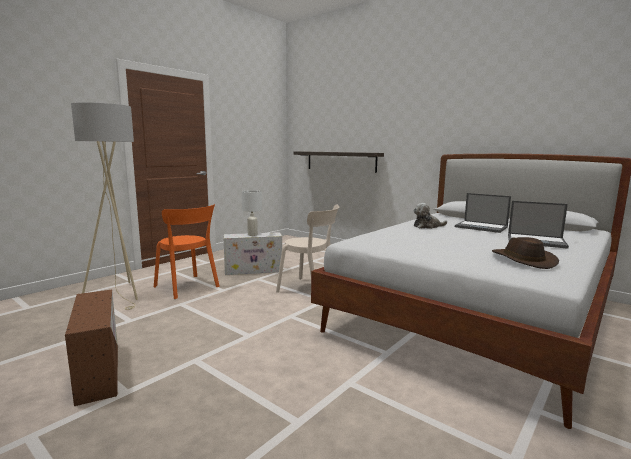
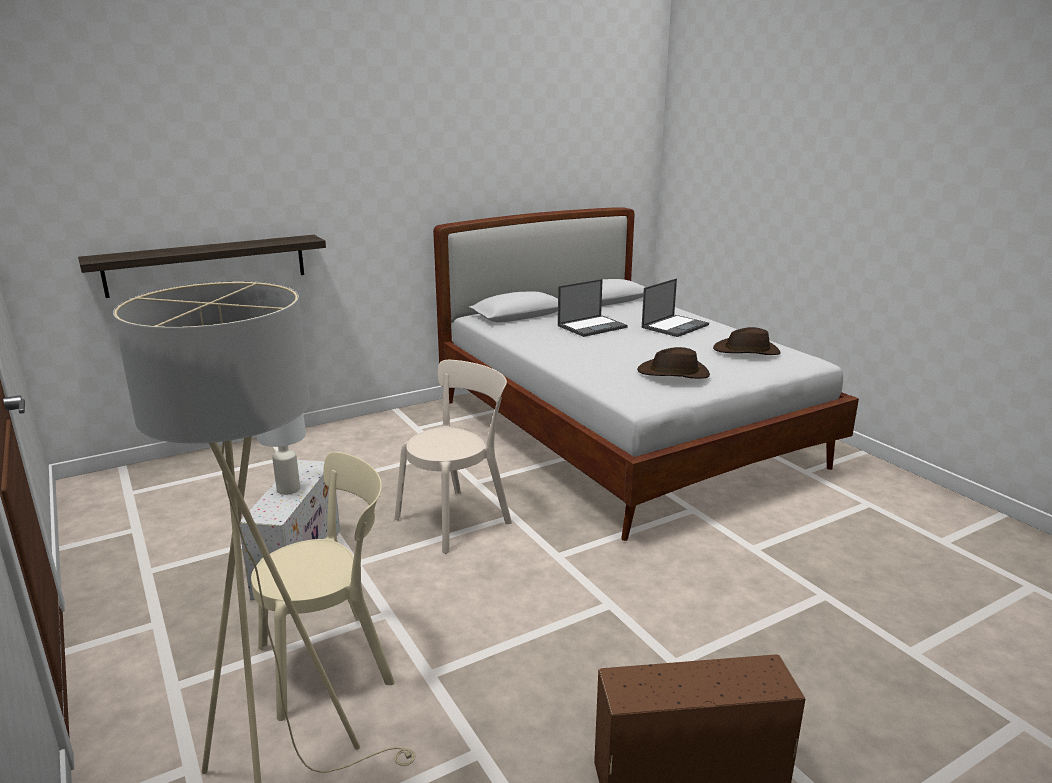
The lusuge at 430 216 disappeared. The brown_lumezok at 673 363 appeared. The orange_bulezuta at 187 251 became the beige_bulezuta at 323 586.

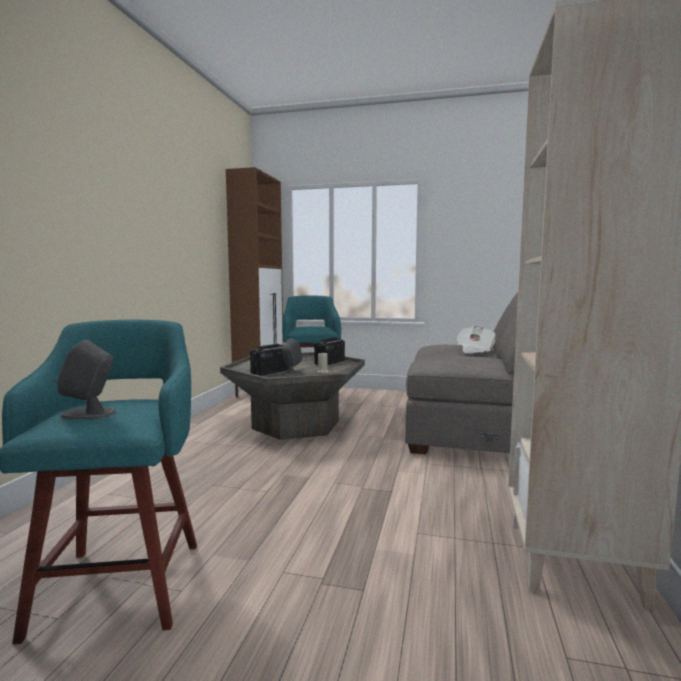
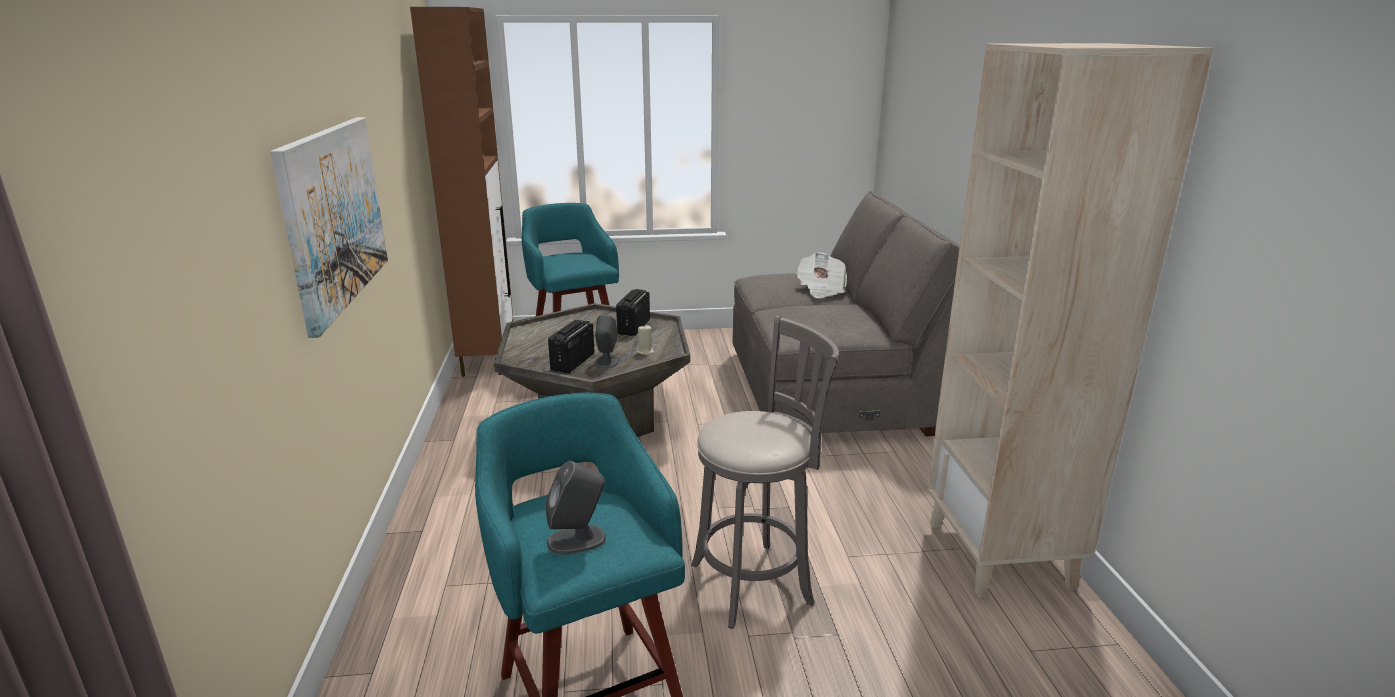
The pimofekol at 329 227 appeared. The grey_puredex at 765 472 appeared.

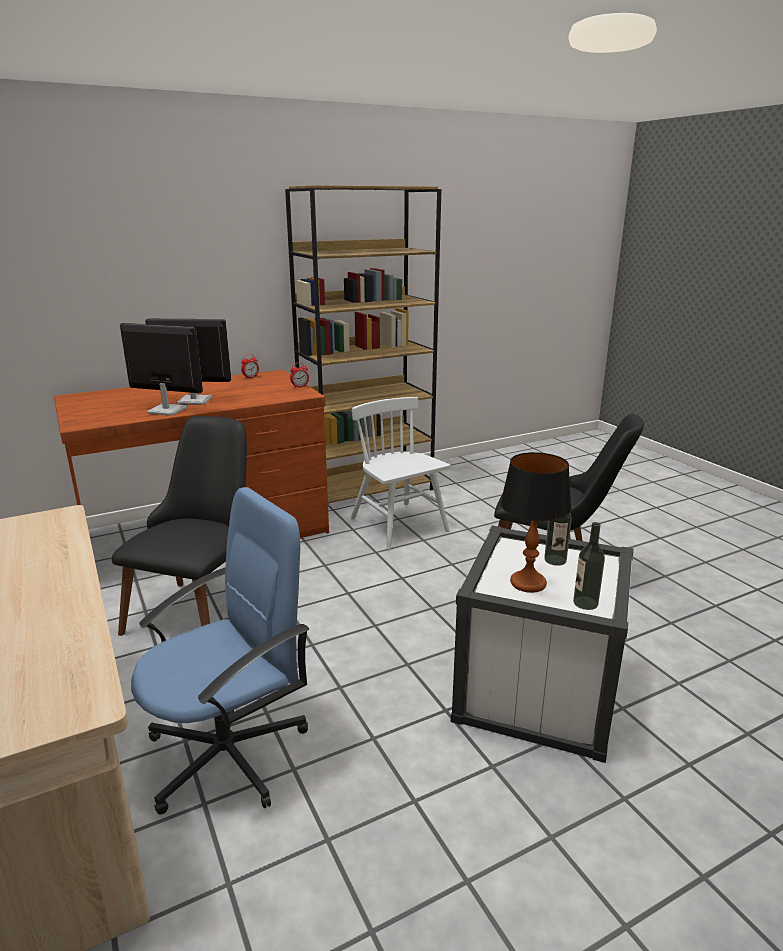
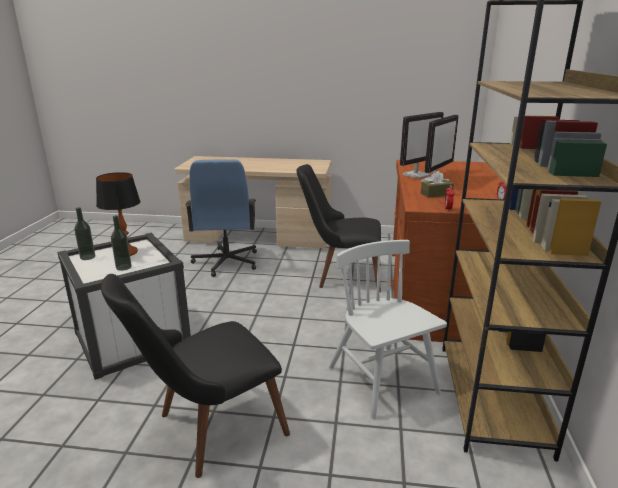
The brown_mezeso at 437 184 appeared. The black_bulezuta at 179 526 turned 135 degrees clockwise. The white_bulezuta at 400 473 turned 120 degrees counterclockwise.

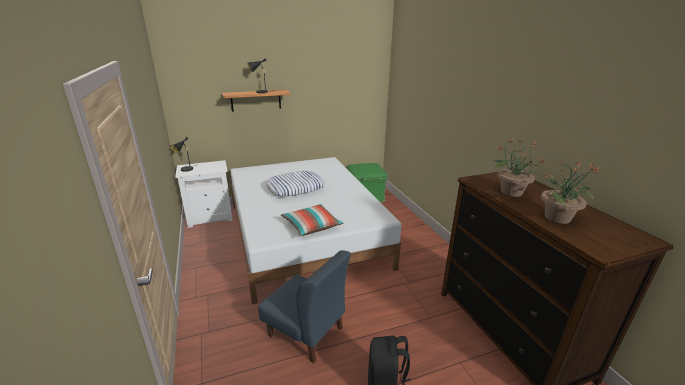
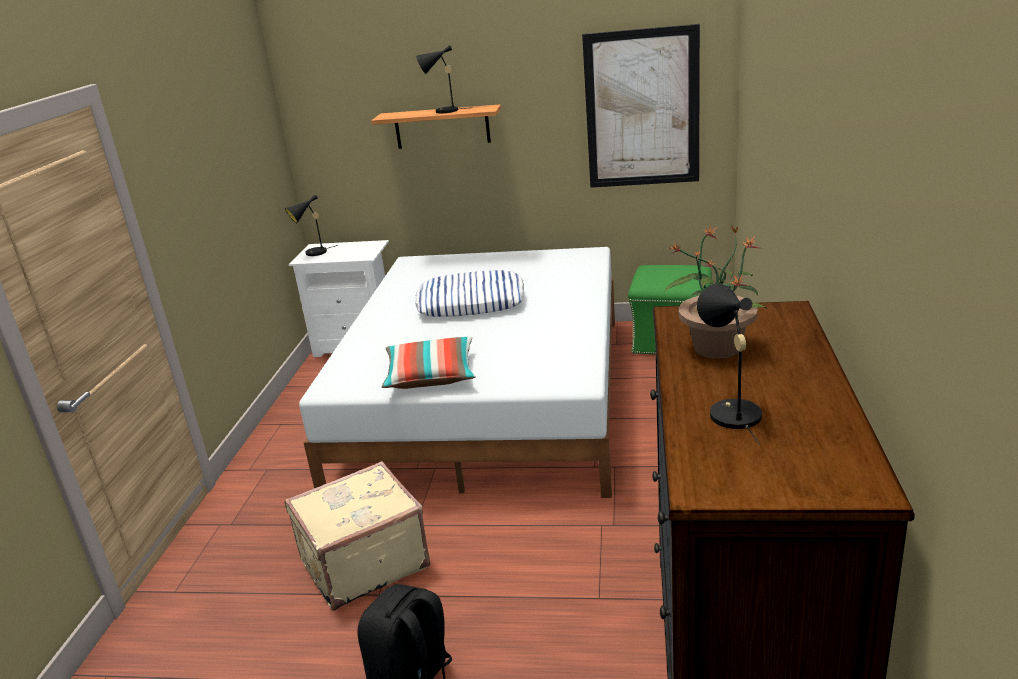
The pimofekol at 641 106 appeared. The blue_bulezuta at 304 306 was replaced by the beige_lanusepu at 357 536. The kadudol at 569 192 was replaced by the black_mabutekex at 729 364.

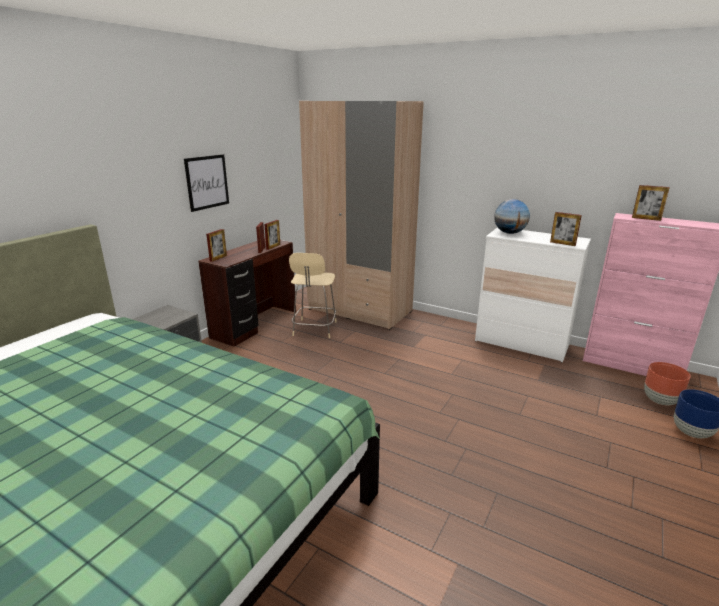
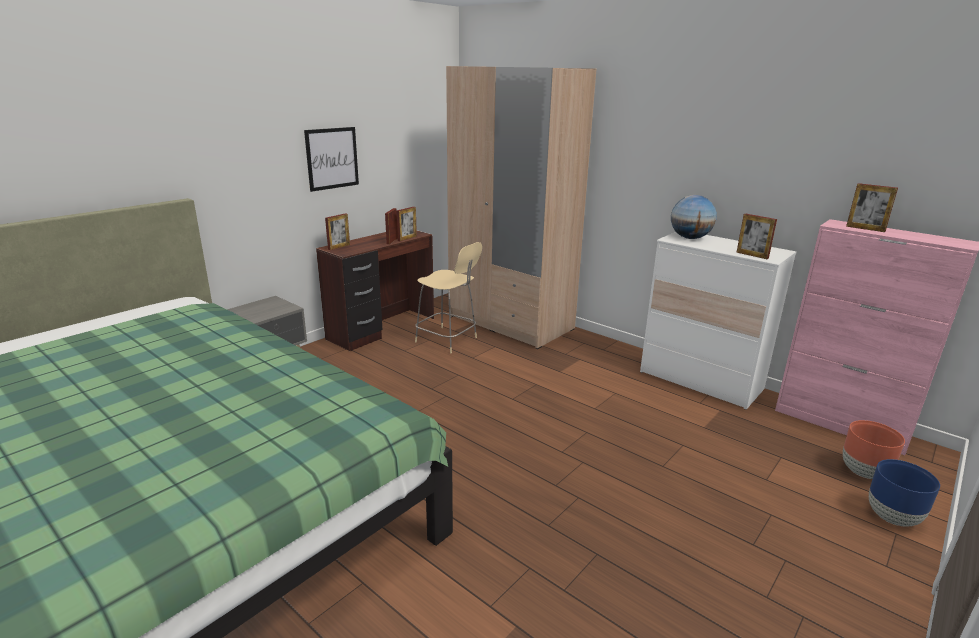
The beige_bulezuta at 313 295 turned 75 degrees counterclockwise.

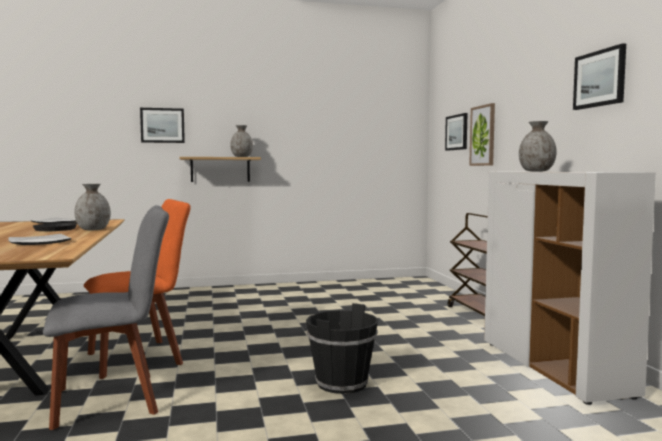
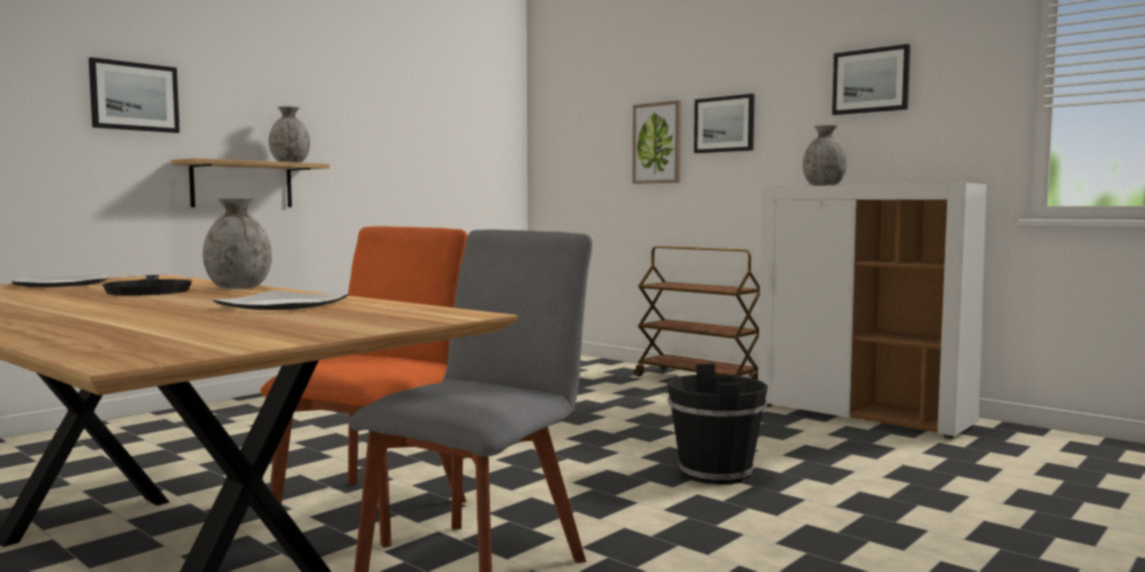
The pimofekol moved from 456 132 to 724 123.

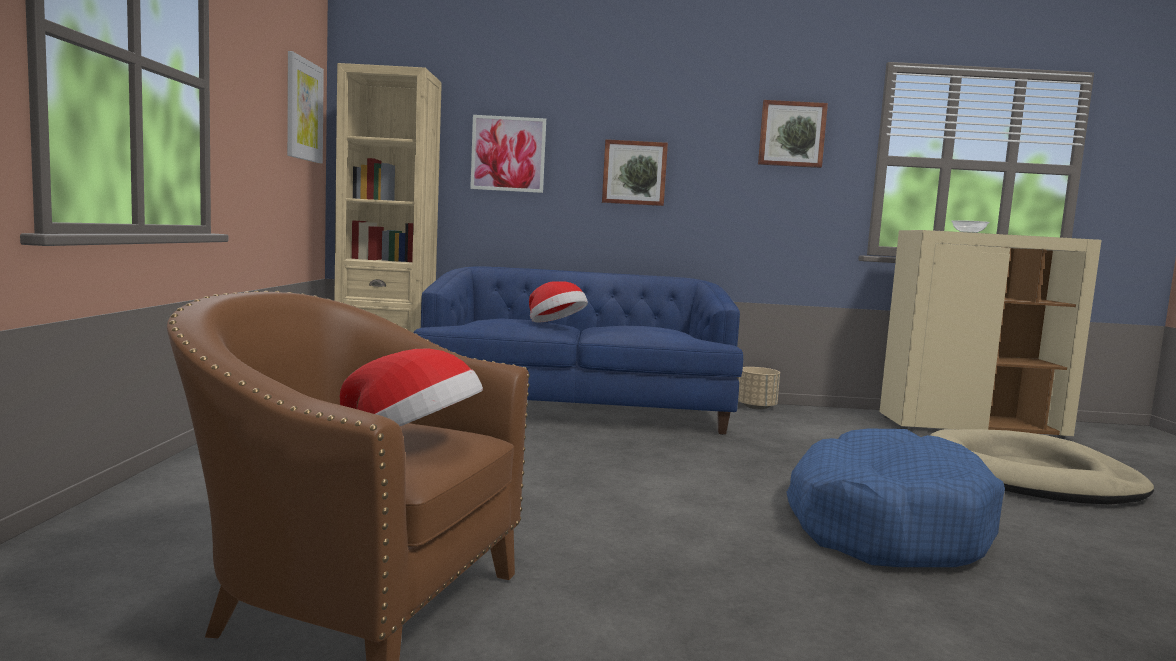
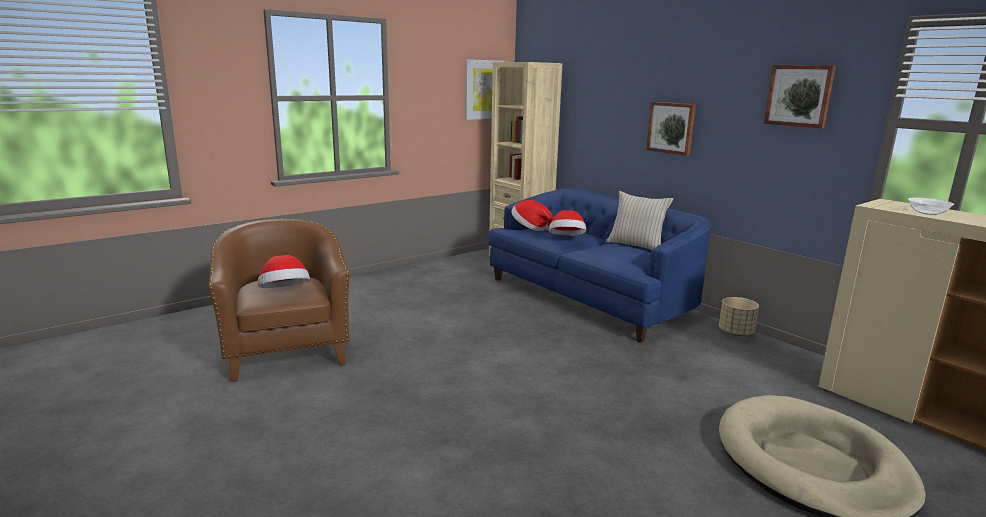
The pimofekol at 508 154 disappeared. The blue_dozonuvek at 895 498 disappeared. The lumezok at 532 215 appeared. The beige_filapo at 640 220 appeared.

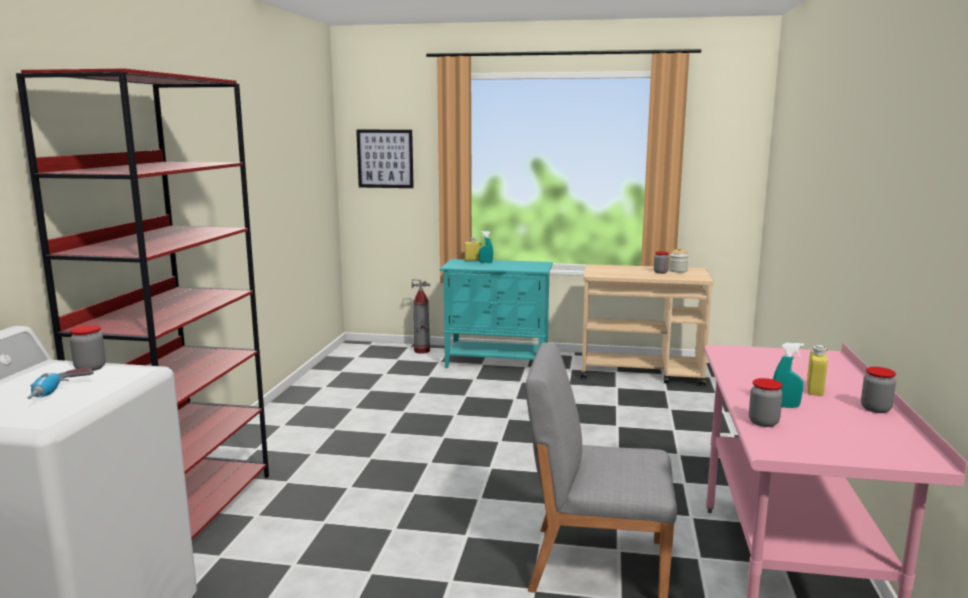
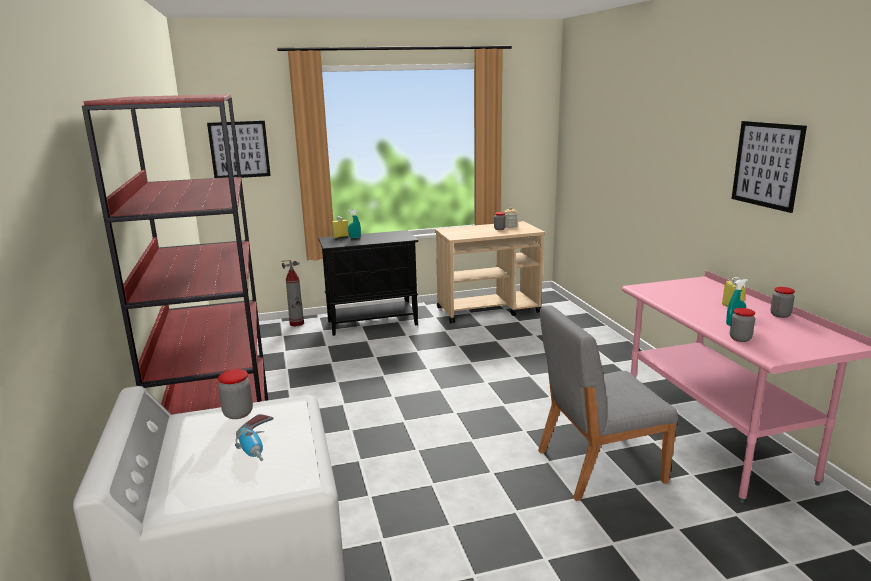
The pimofekol at 769 167 appeared. The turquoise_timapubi at 496 313 became the black_timapubi at 368 283.

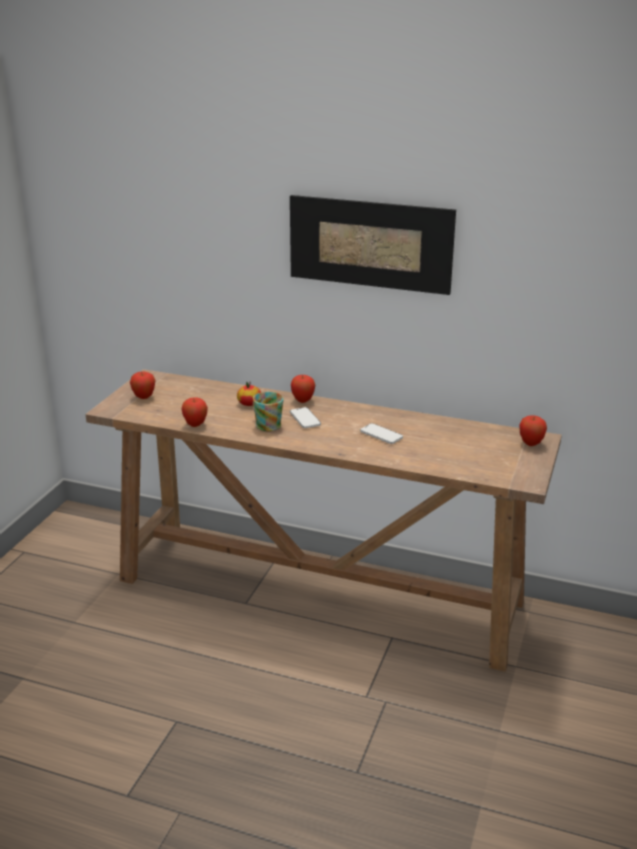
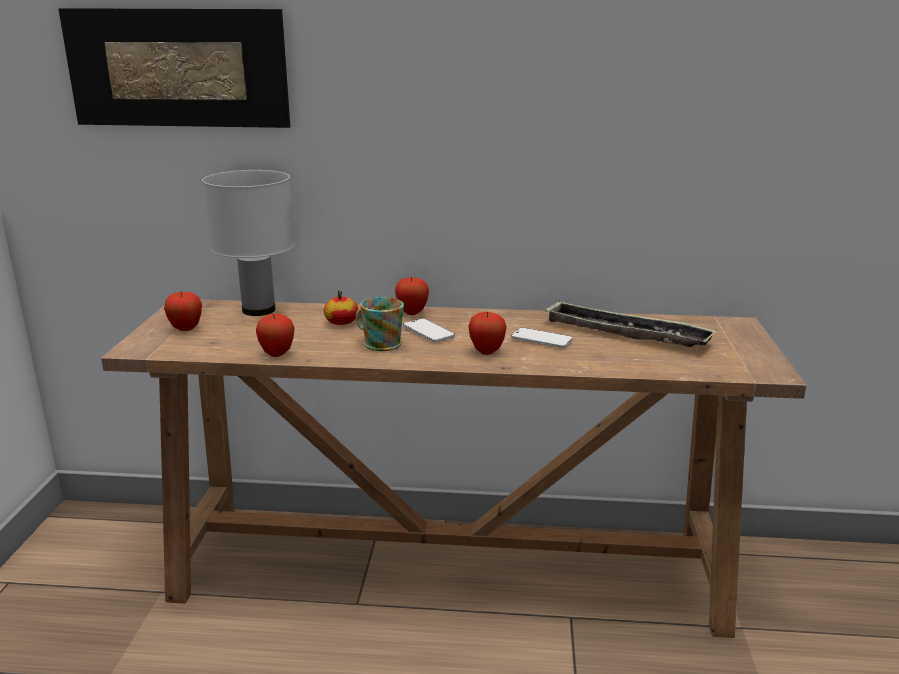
The white_mabutekex at 248 243 appeared. The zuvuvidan at 630 323 appeared. The pimofekol moved from 373 245 to 174 68. The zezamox moved from 533 430 to 487 333.

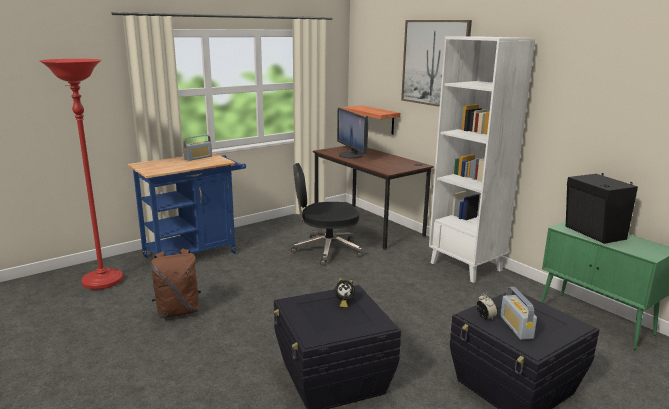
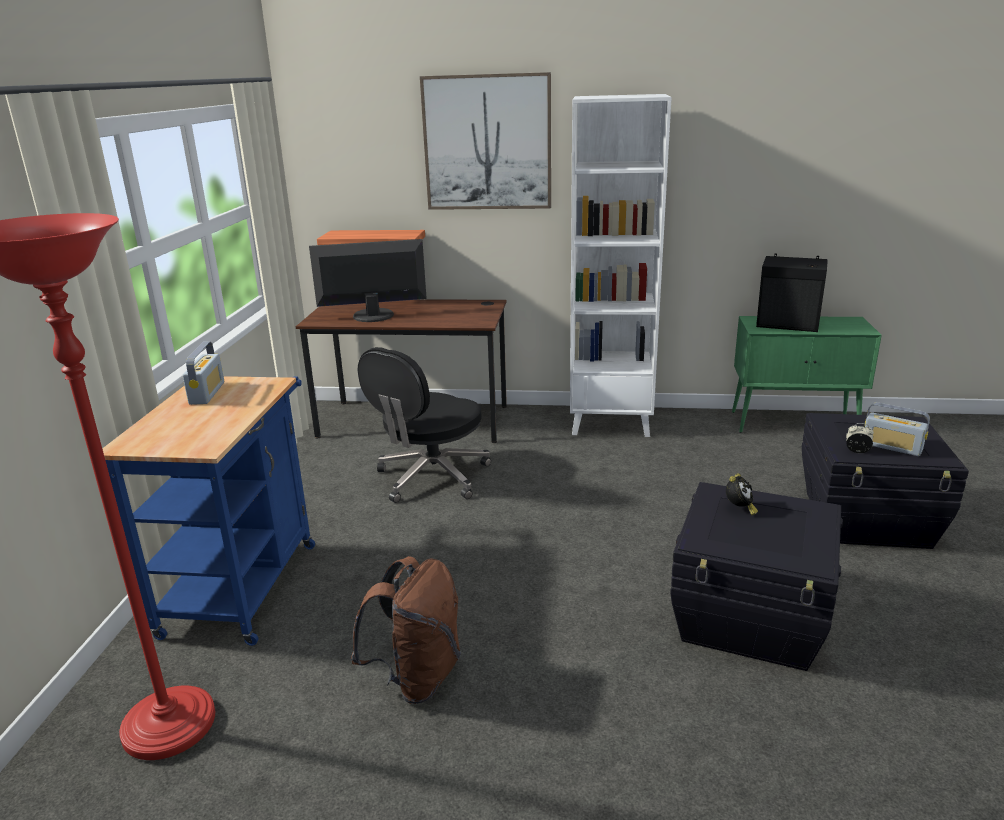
The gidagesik at 352 133 turned 150 degrees clockwise.

